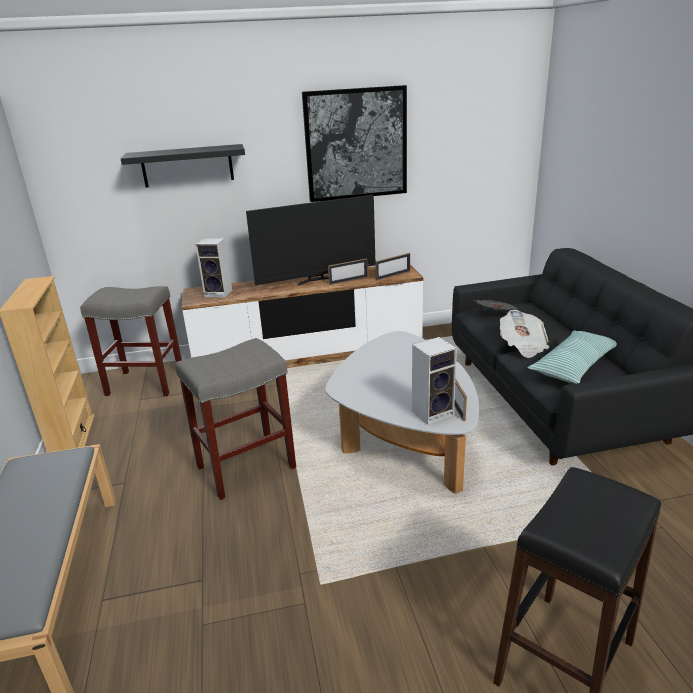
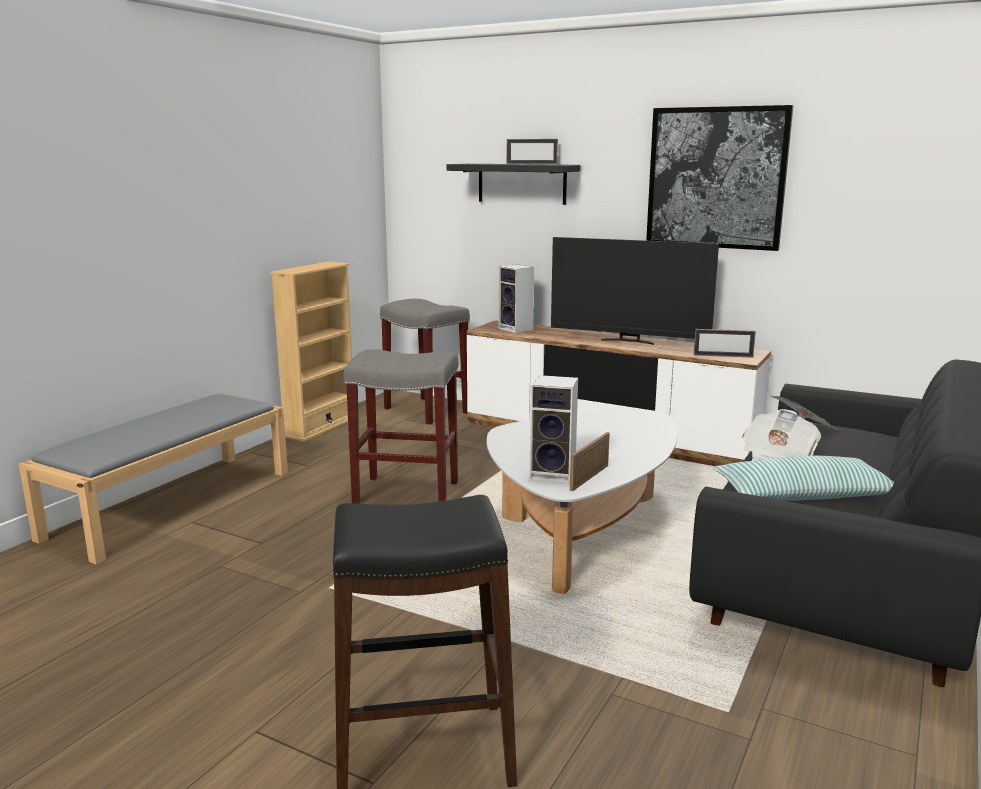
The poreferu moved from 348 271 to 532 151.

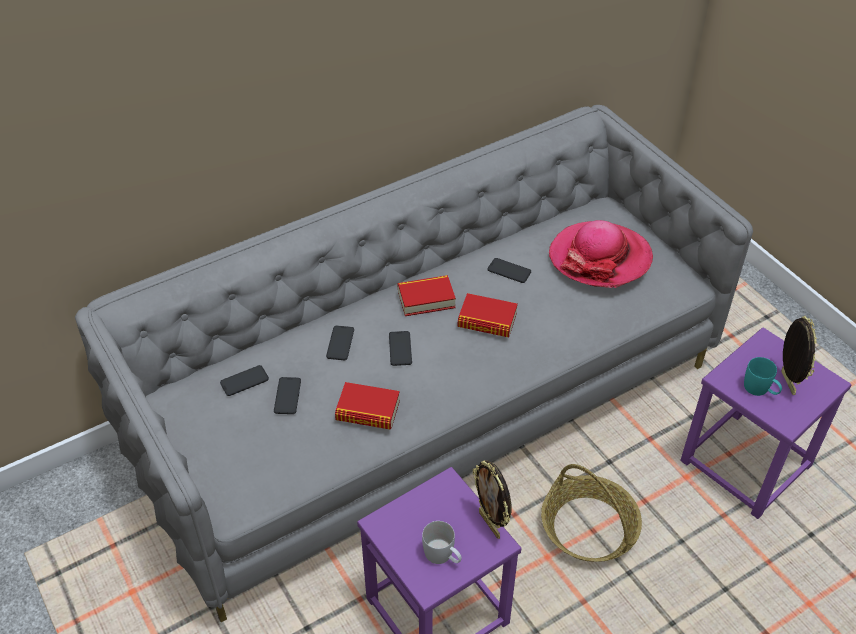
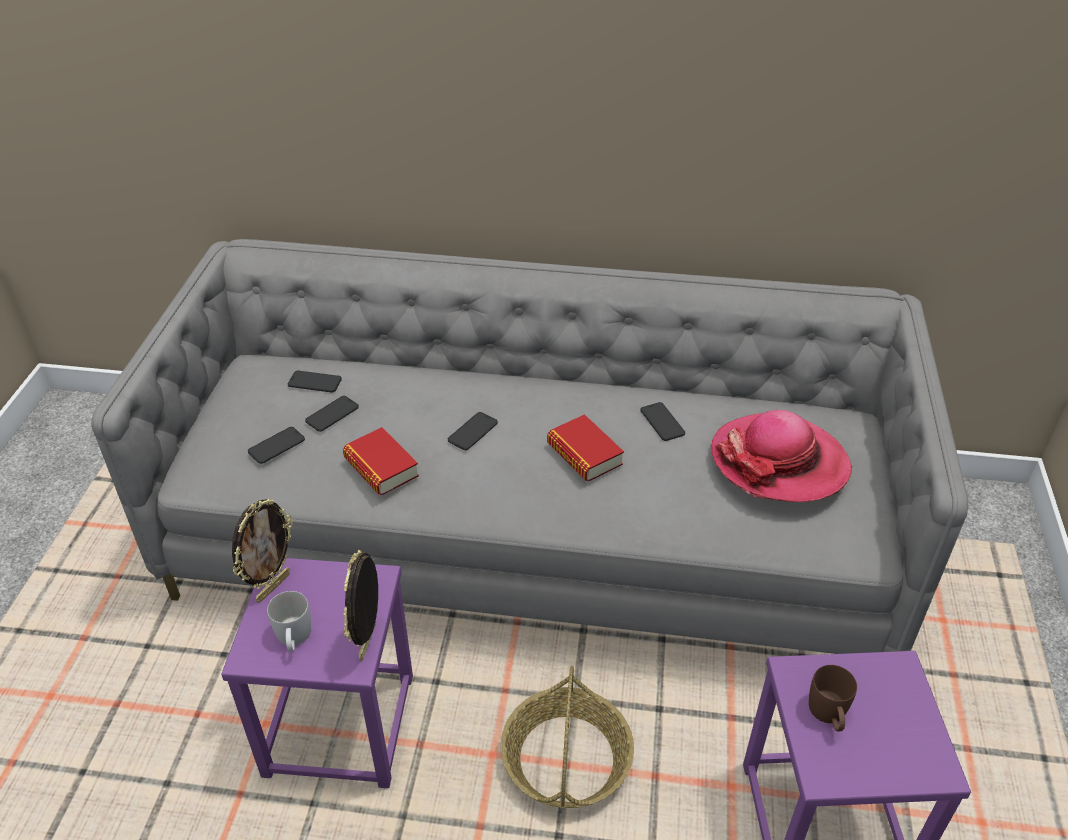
The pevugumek at 427 295 disappeared. The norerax moved from 340 343 to 276 445. The poreferu moved from 799 355 to 262 550. The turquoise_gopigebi at 763 376 became the brown_gopigebi at 833 698.

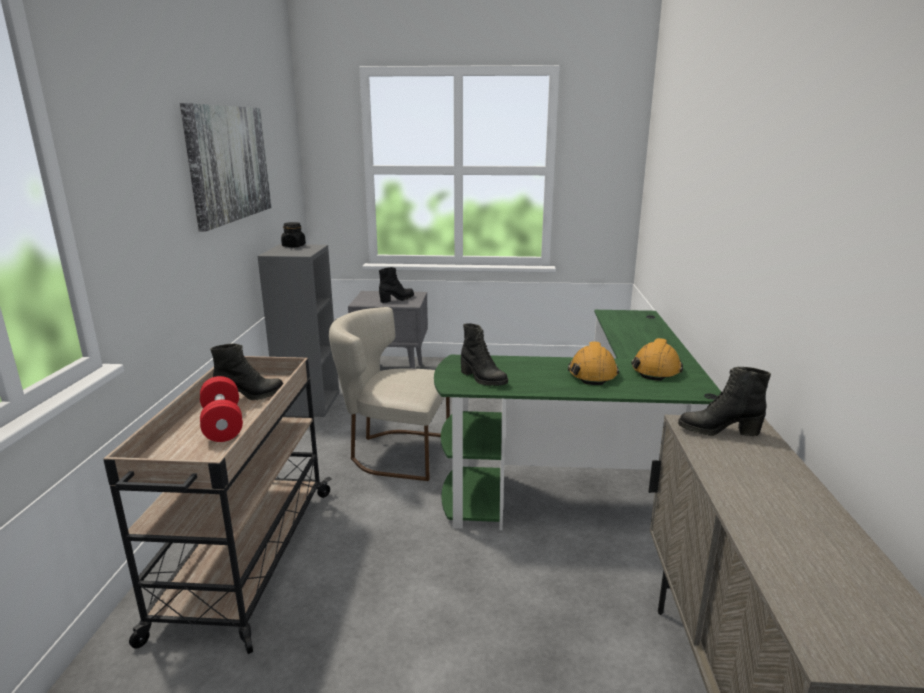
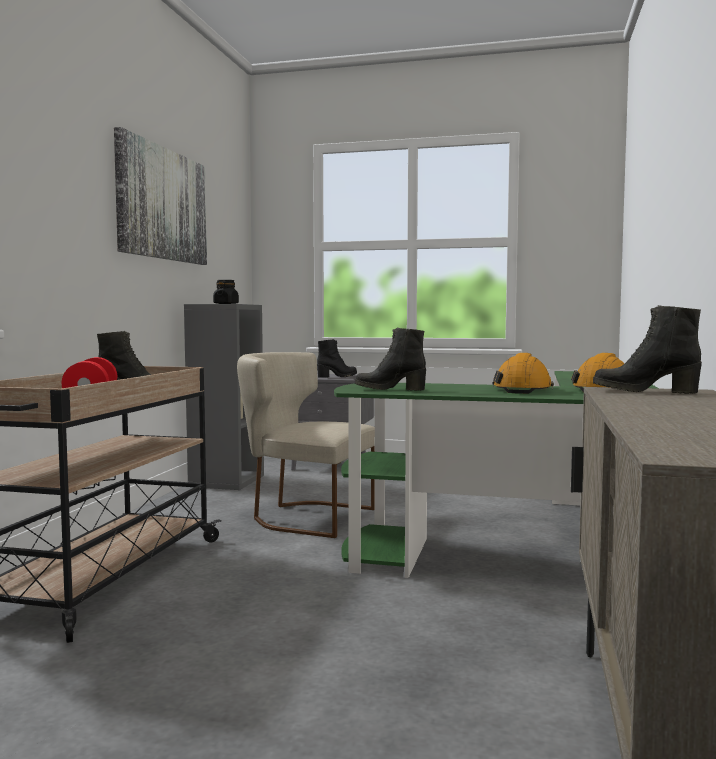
The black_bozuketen at 484 354 turned 135 degrees clockwise.

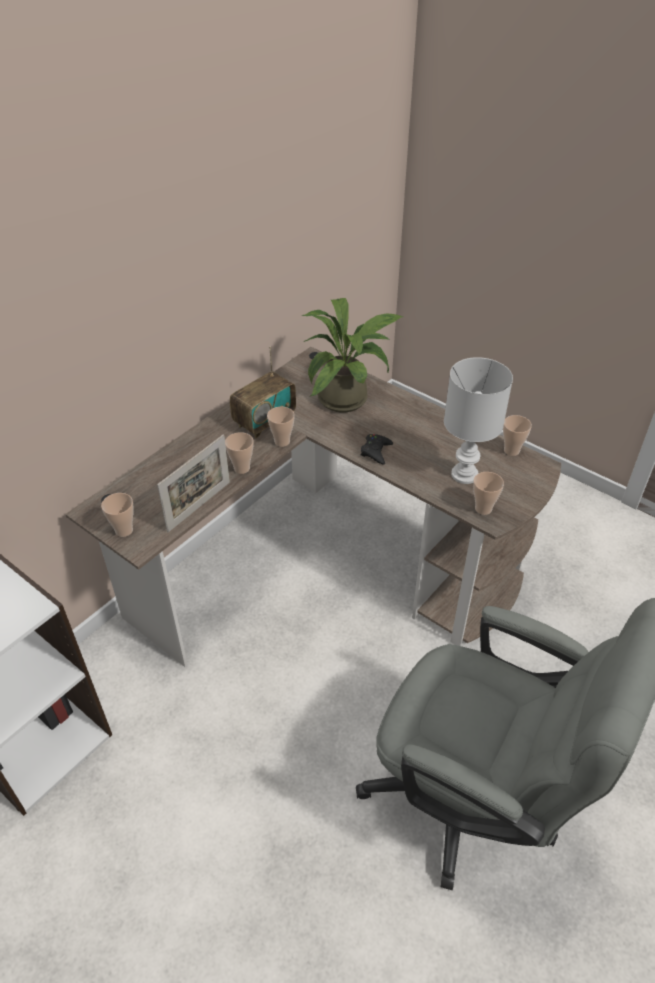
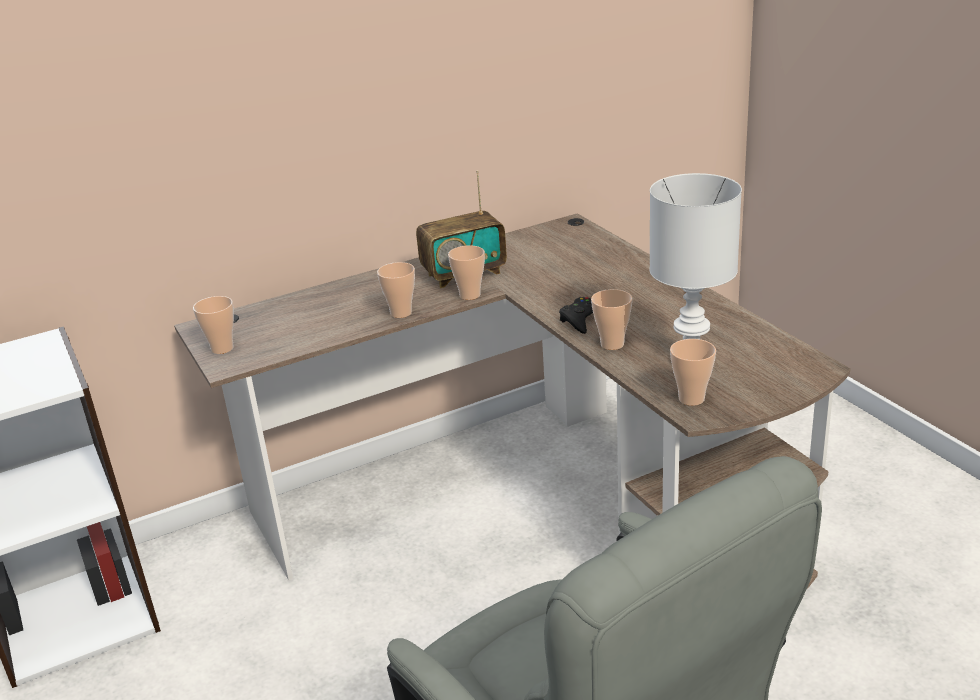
The poreferu at 193 483 disappeared. The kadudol at 352 355 disappeared. The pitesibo moved from 517 435 to 612 319.

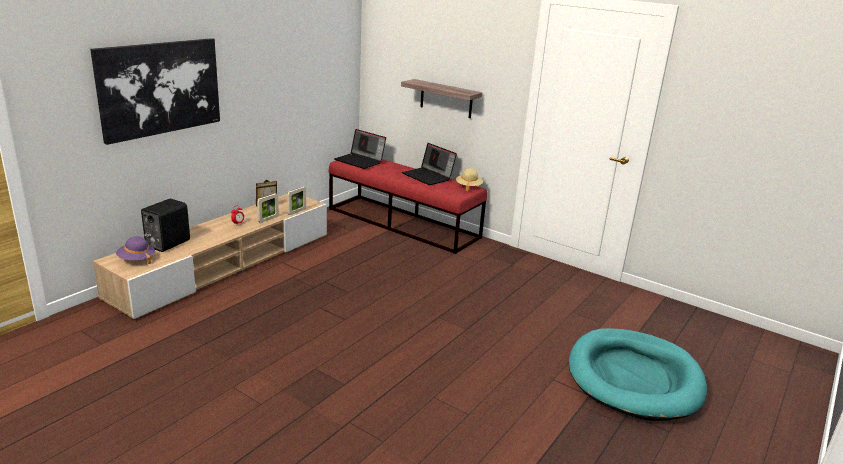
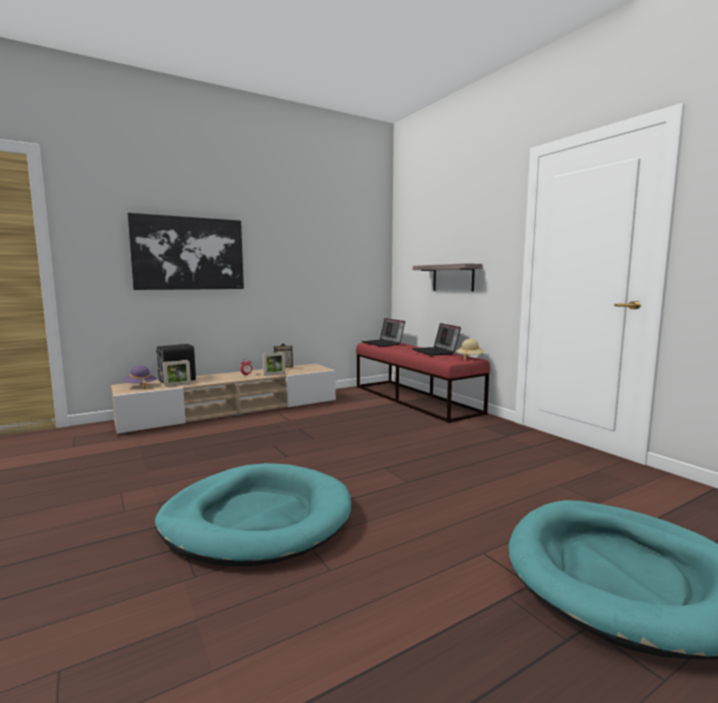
The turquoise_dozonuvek at 253 514 appeared. The poreferu moved from 296 201 to 177 373.

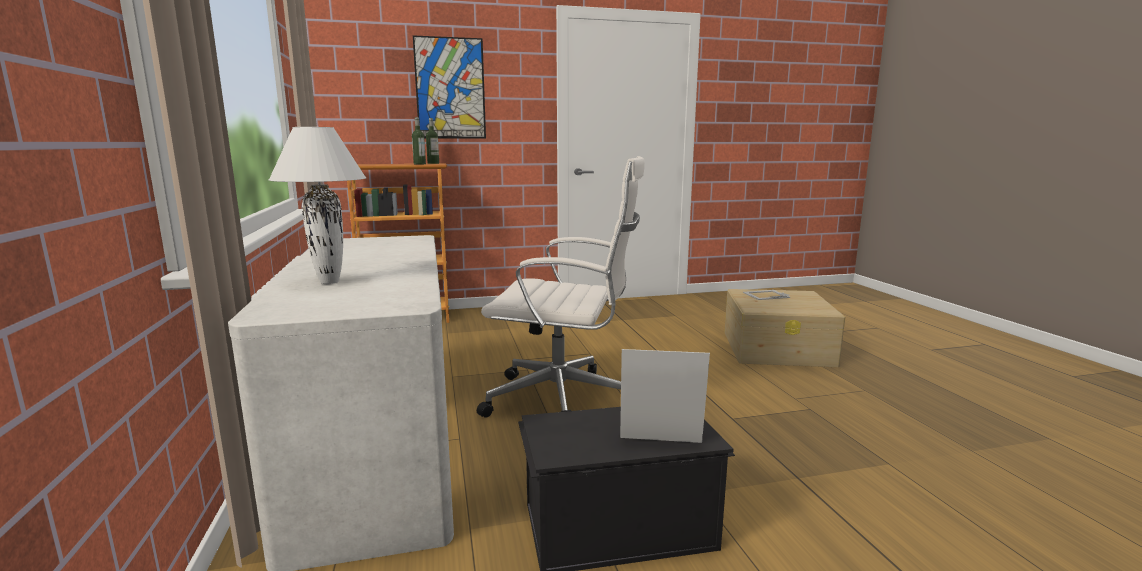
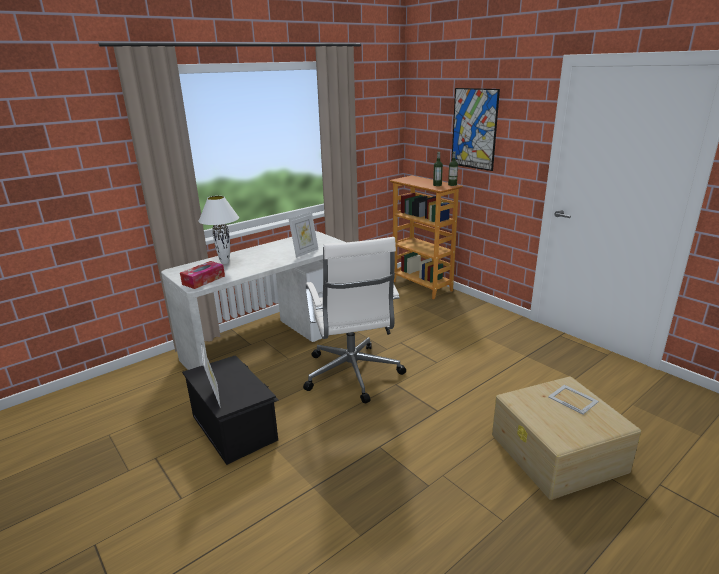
The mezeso at 202 275 appeared. The poreferu at 303 235 appeared.

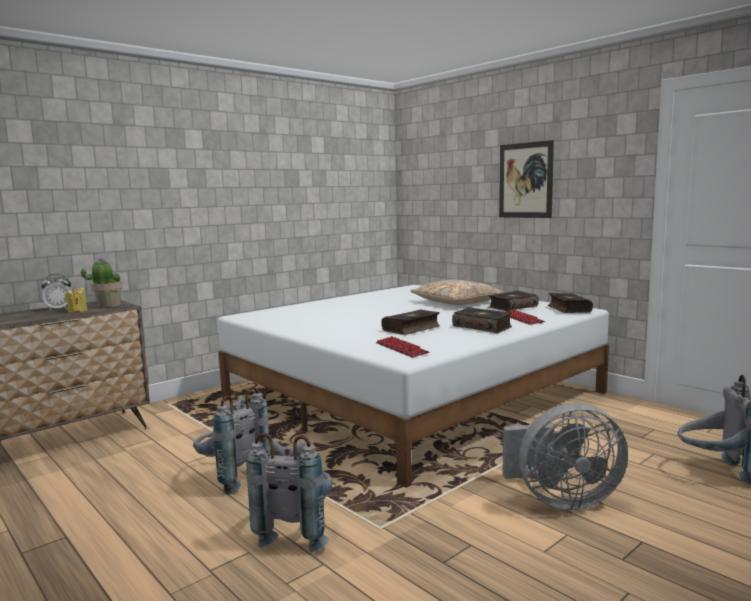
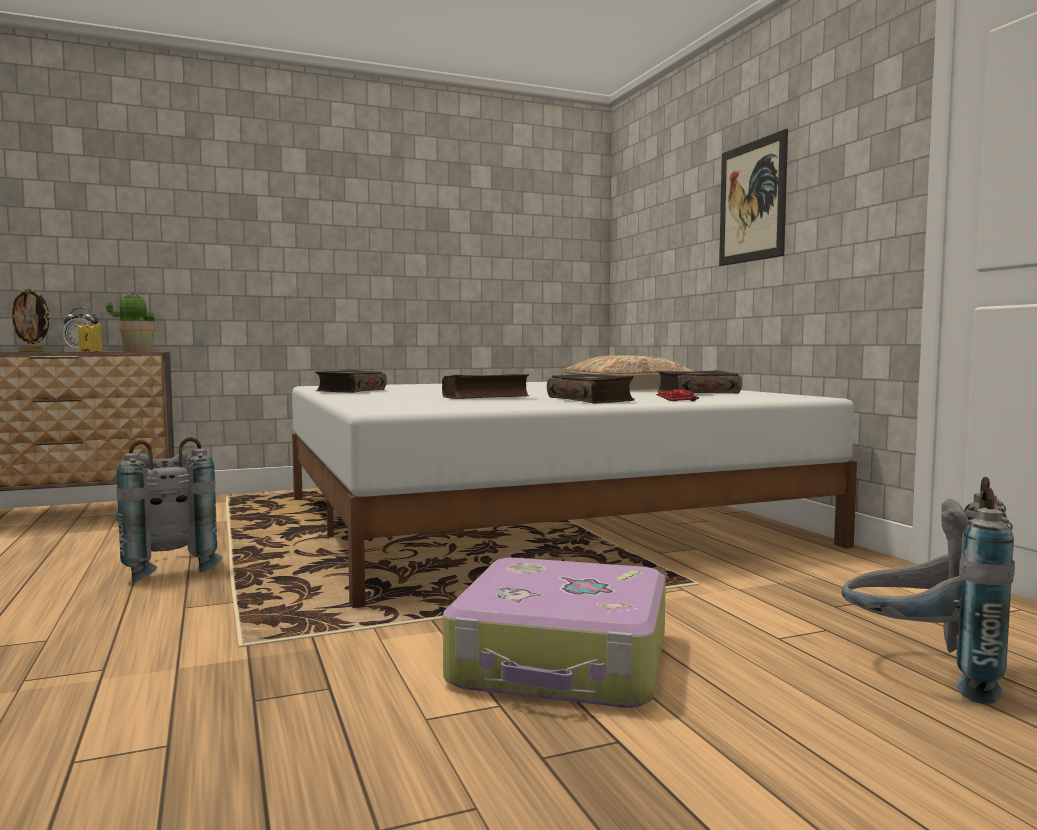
The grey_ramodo at 289 492 disappeared. The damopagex at 402 347 disappeared. The poreferu at 29 319 appeared. The pevugumek moved from 570 303 to 351 381. The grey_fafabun at 565 456 was replaced by the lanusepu at 554 633.

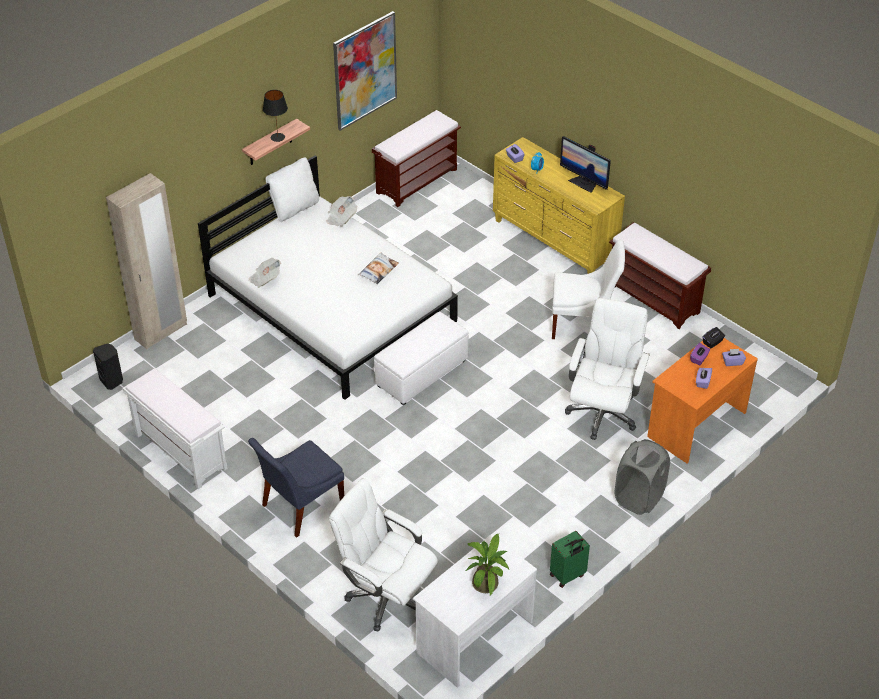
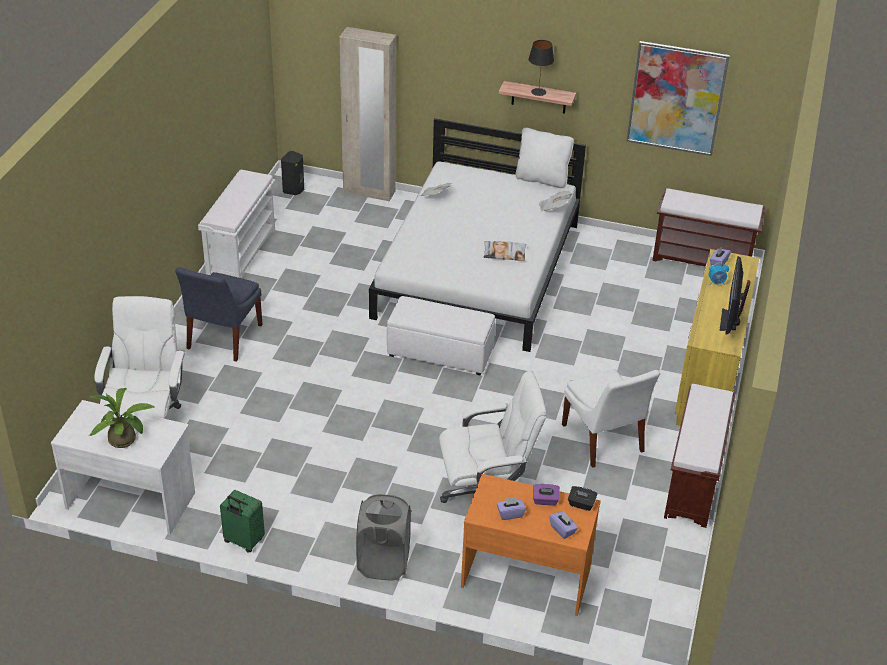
The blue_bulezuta at 296 488 turned 90 degrees counterclockwise.

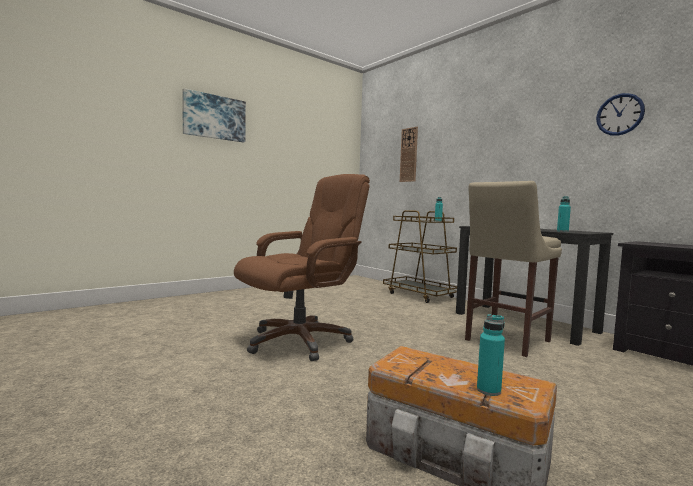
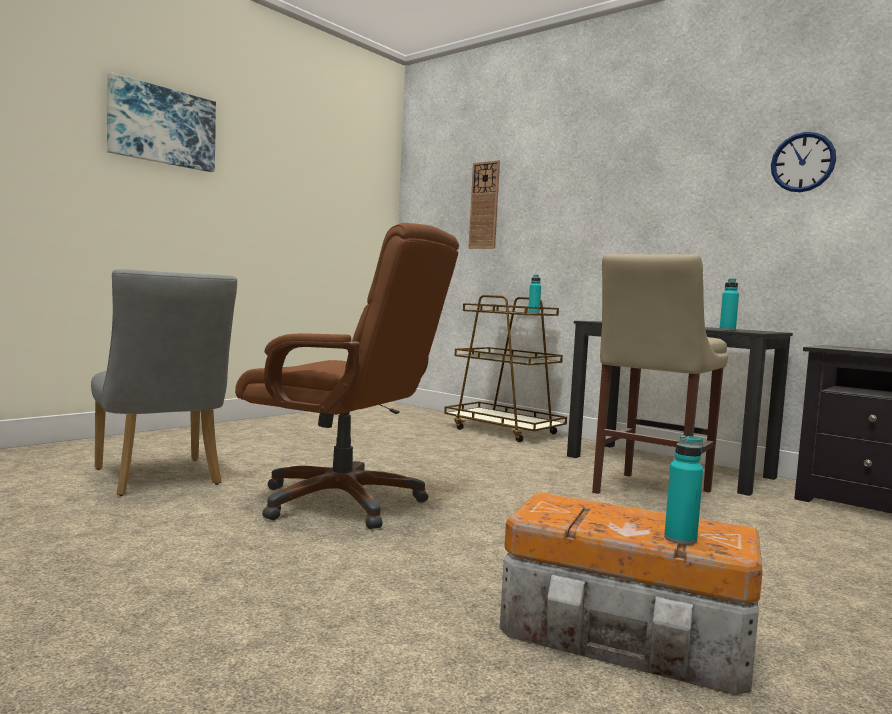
The grey_bulezuta at 164 382 appeared. The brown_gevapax at 302 267 turned 75 degrees clockwise.

